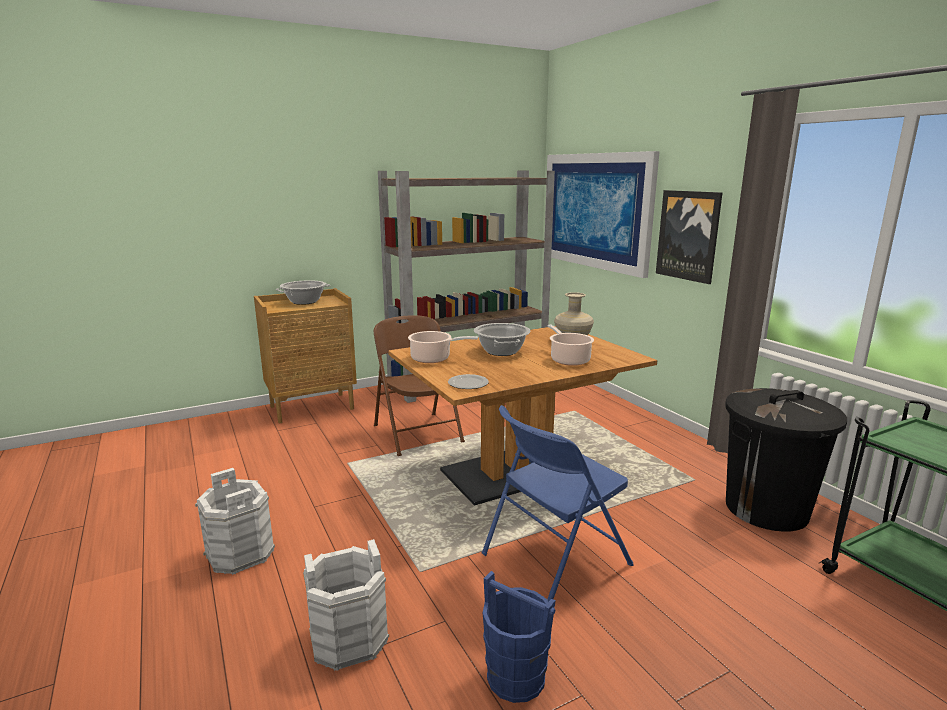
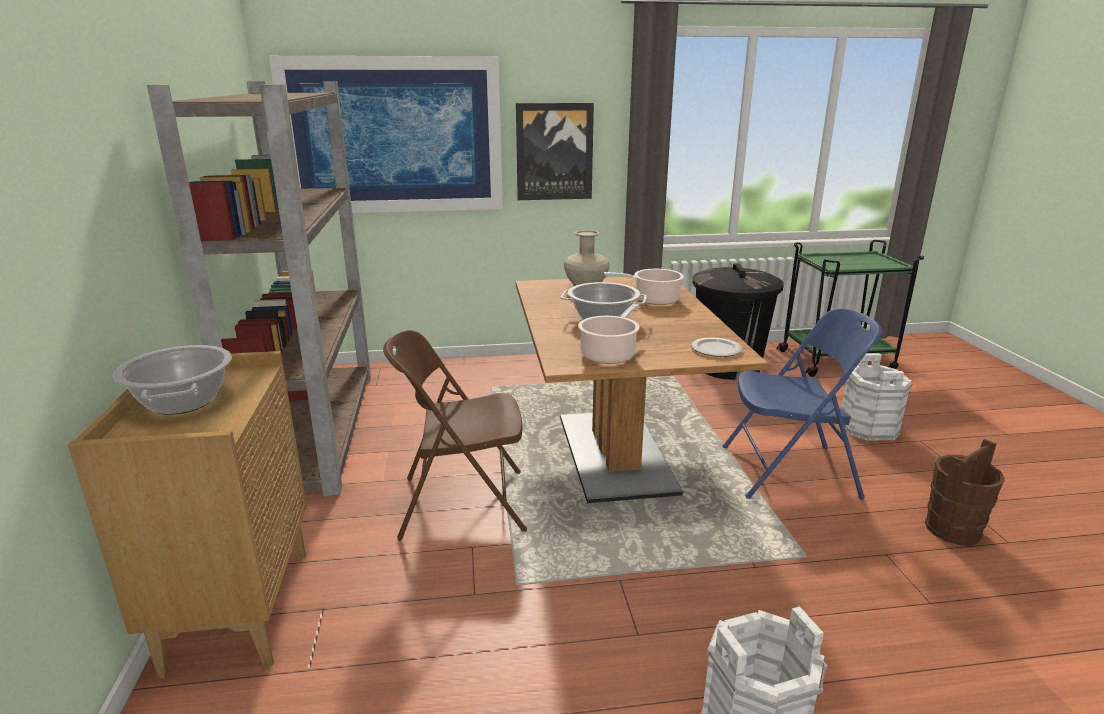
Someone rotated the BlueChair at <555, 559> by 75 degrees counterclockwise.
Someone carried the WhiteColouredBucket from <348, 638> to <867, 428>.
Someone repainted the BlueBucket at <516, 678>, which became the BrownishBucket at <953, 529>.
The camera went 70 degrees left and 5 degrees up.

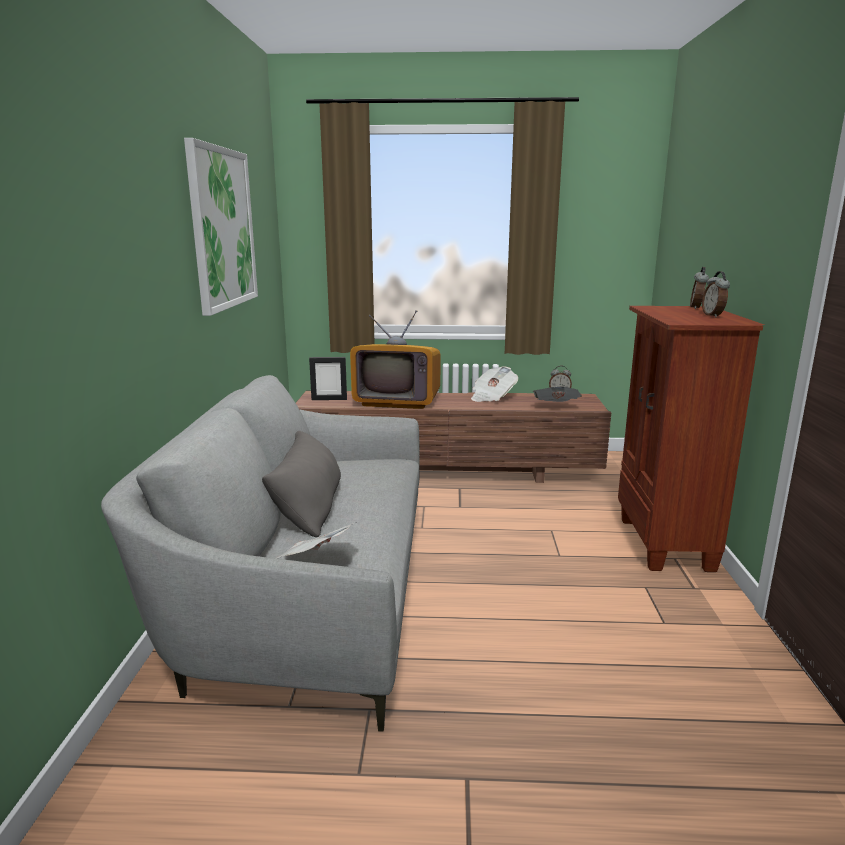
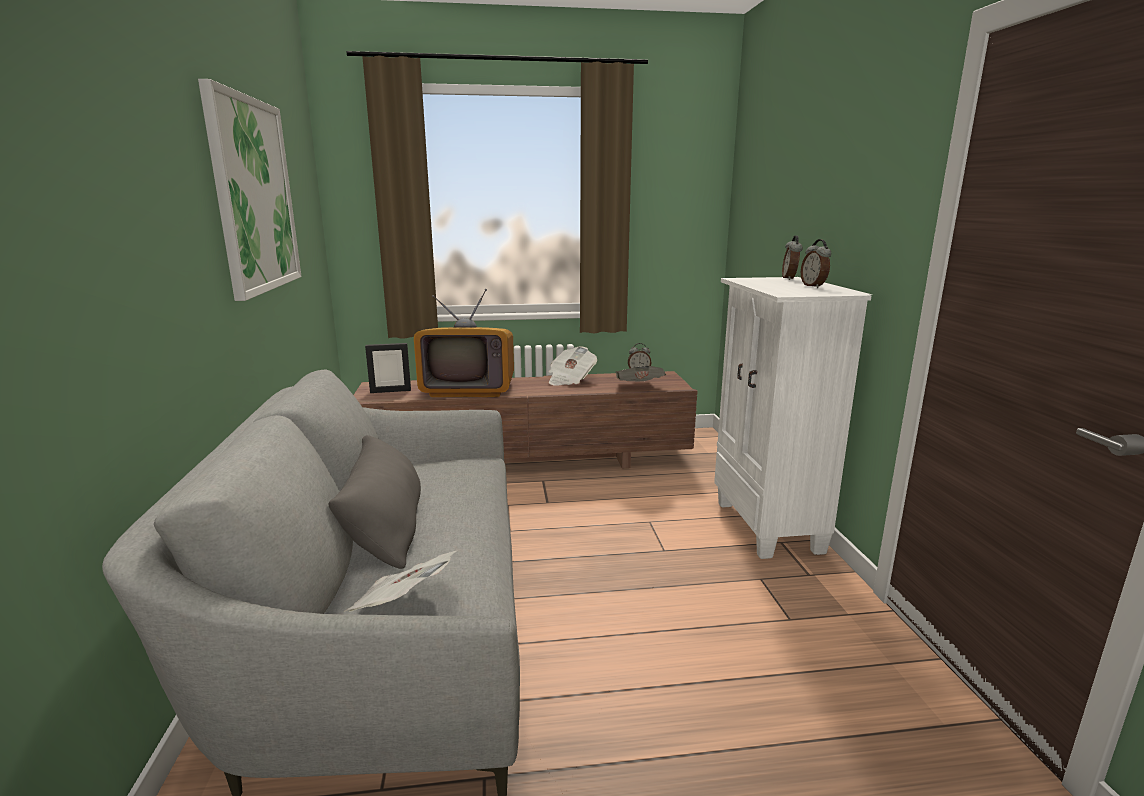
Someone repainted the BrownishCabinet at <663, 544>, which became the WhiteColouredCabinet at <765, 528>.
The camera went 10 degrees left and 0 degrees up.

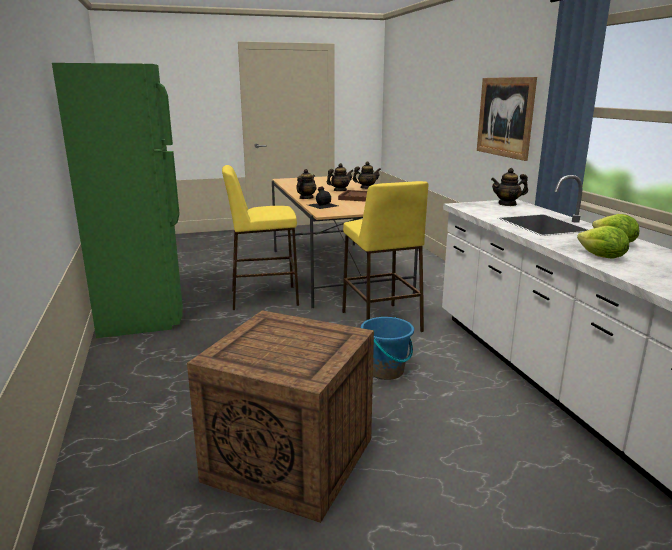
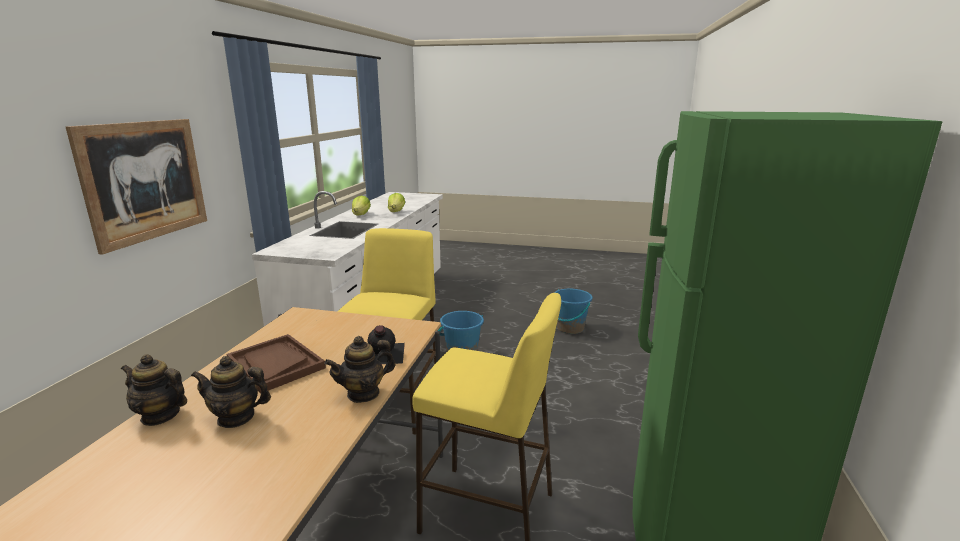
Someone took away the Teapot at <507, 204>.
Someone swapped the Crate at <287, 460> for the BlueBucket at <570, 328>.
The camera went 150 degrees left and 0 degrees up.

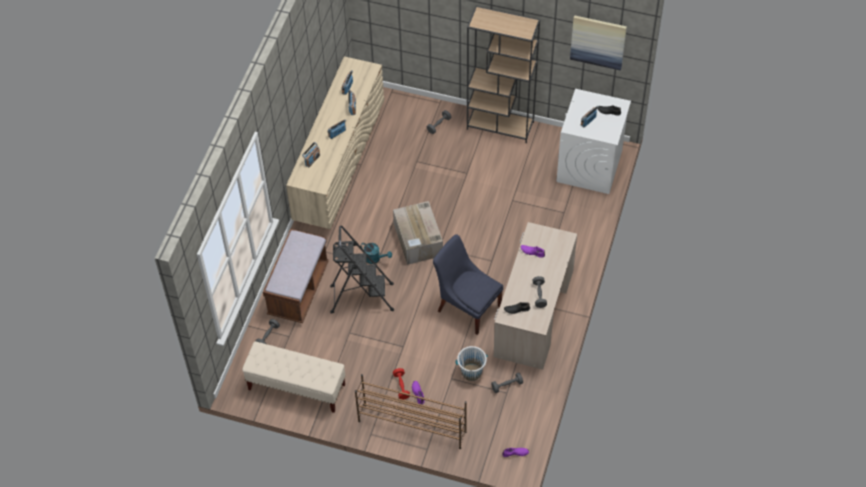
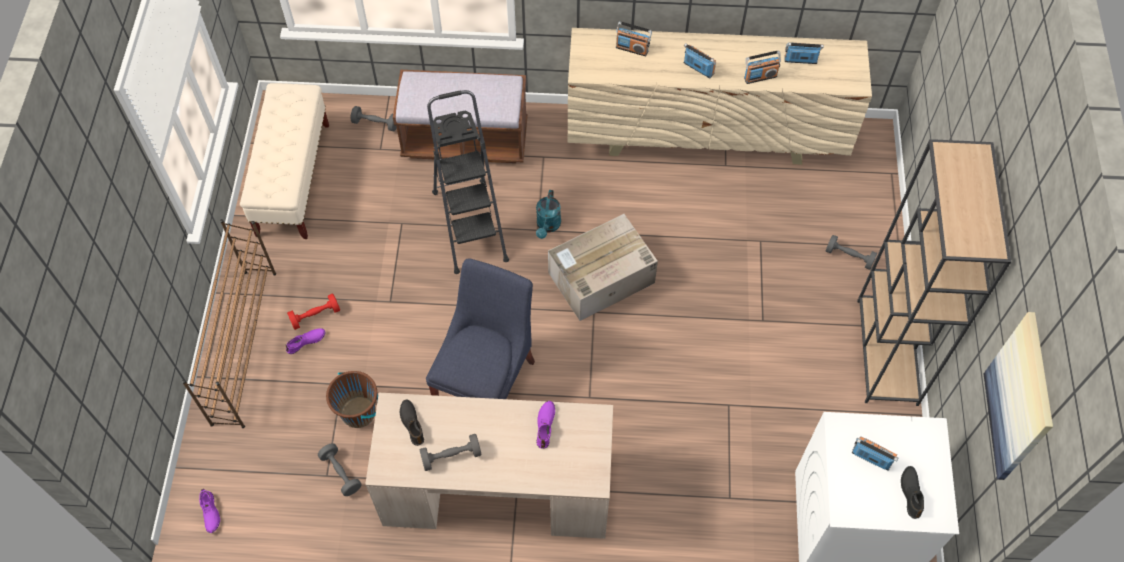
Someone repainted the WhiteColouredBucket at <471, 372>, which became the BrownishBucket at <359, 412>.
The camera went 75 degrees right and 5 degrees up.

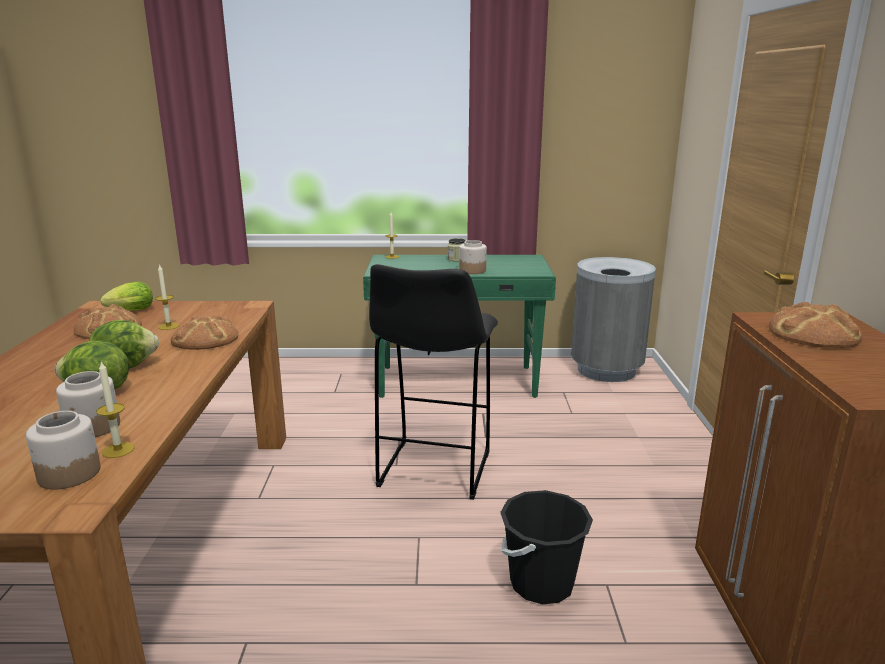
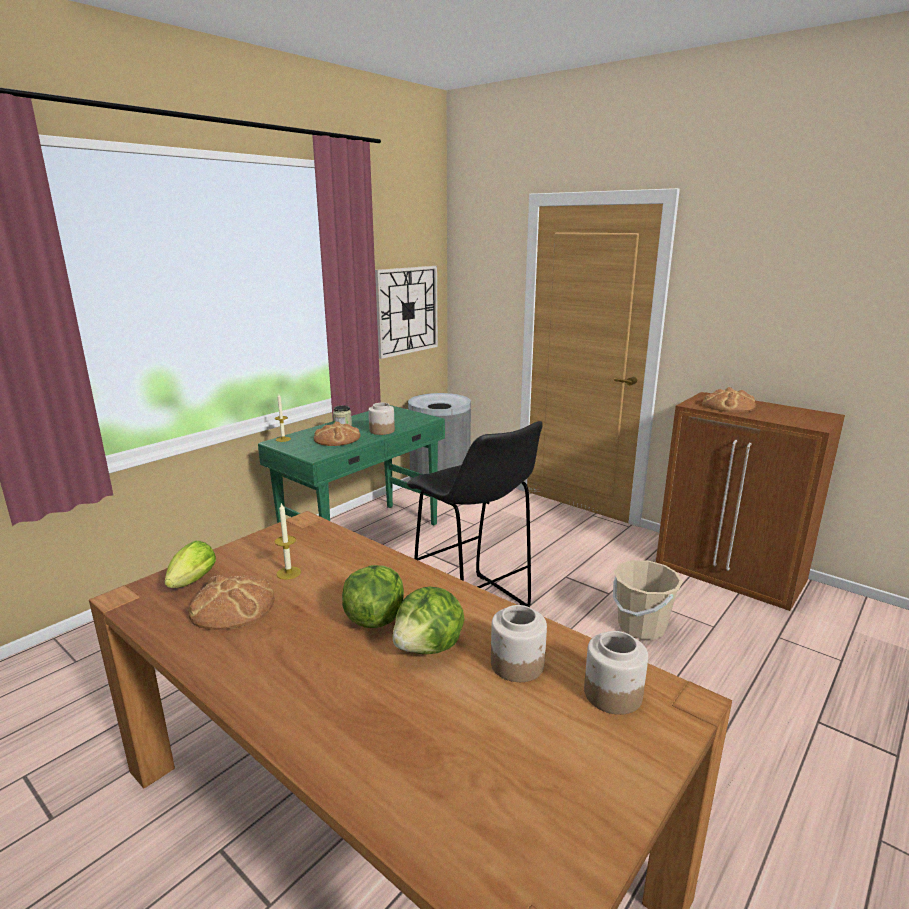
Someone carried the Bread from <205, 339> to <337, 439>.
Someone took away the Candle at <118, 450>.
Someone repainted the BlackishBucket at <541, 583>, which became the SandColouredBucket at <641, 627>.
Someone put up the HangingClock at <407, 310>.
The camera went 50 degrees left and 0 degrees up.

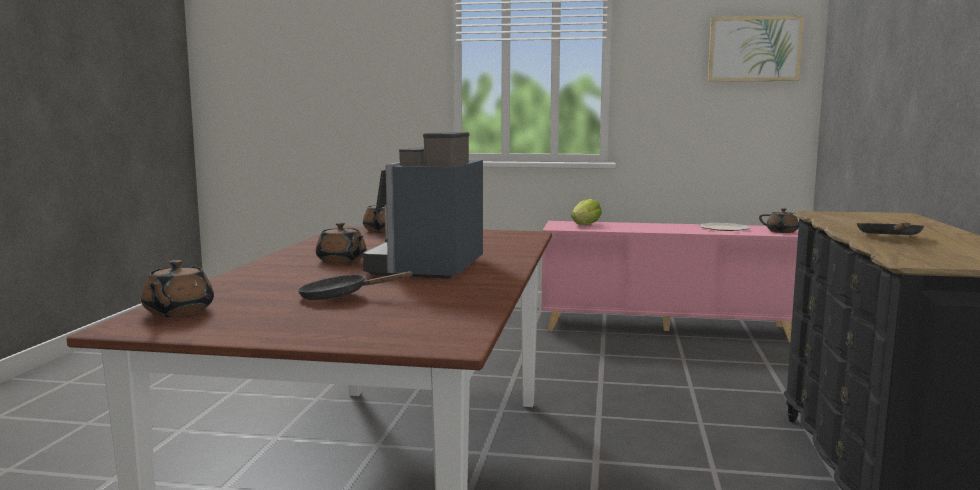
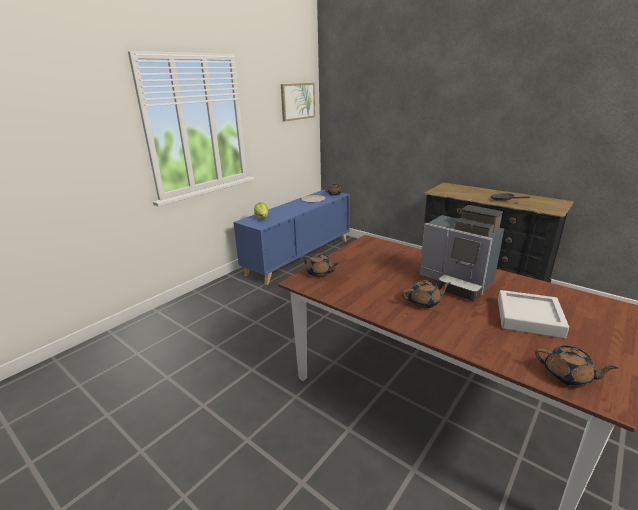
Someone repainted the PinkCabinet at <666, 328>, which became the BlueCabinet at <299, 256>.
Someone swapped the BlackishFryingPan at <340, 297> for the GreyishCarryingTray at <529, 318>.
The camera went 60 degrees left and 15 degrees up.

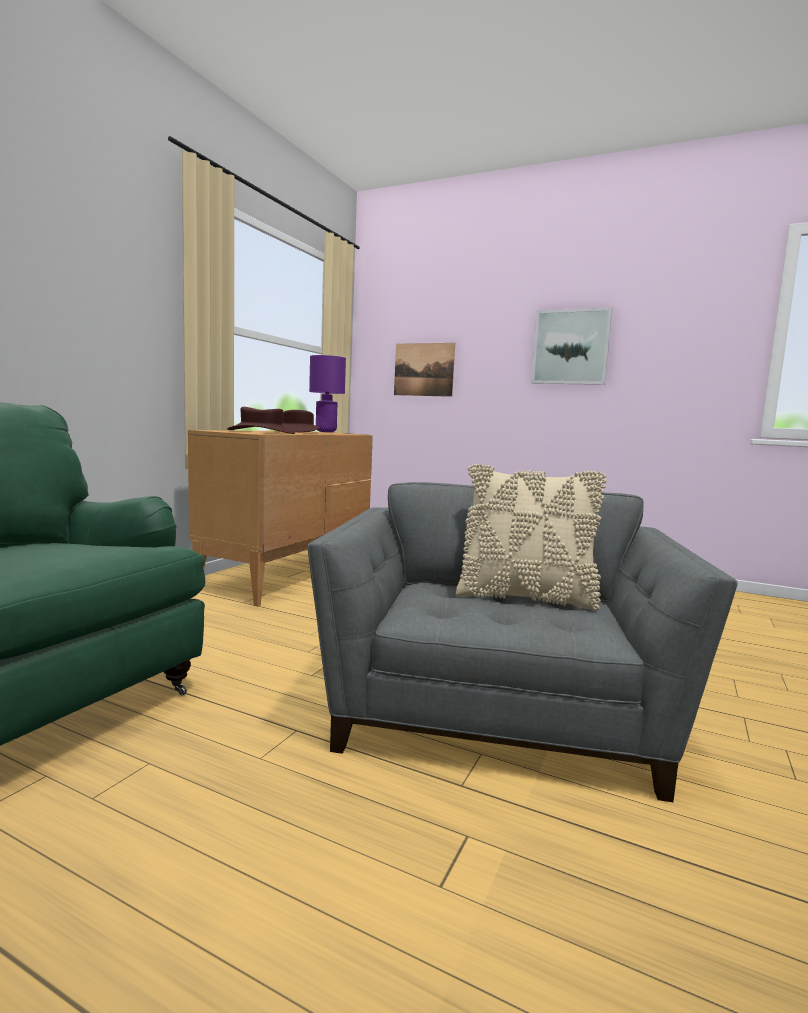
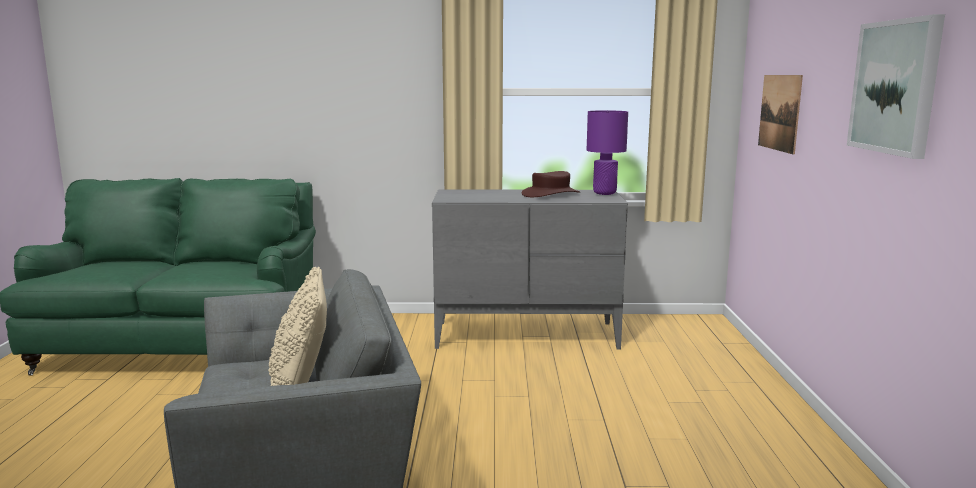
Someone took away the BrownishClothingHat at <261, 432>.
Someone repainted the BrownishCabinet at <288, 575>, which became the GreyishCabinet at <526, 335>.
The camera went 65 degrees right and 5 degrees up.

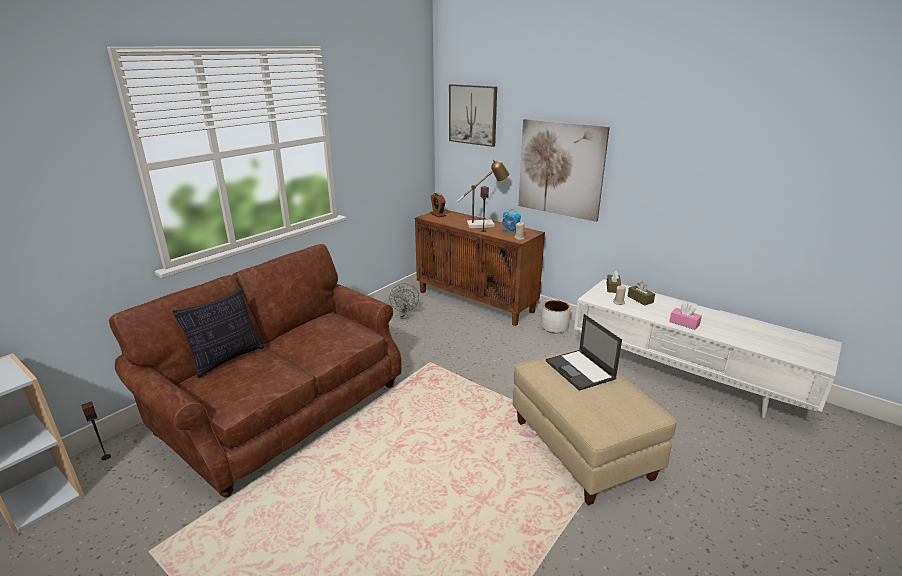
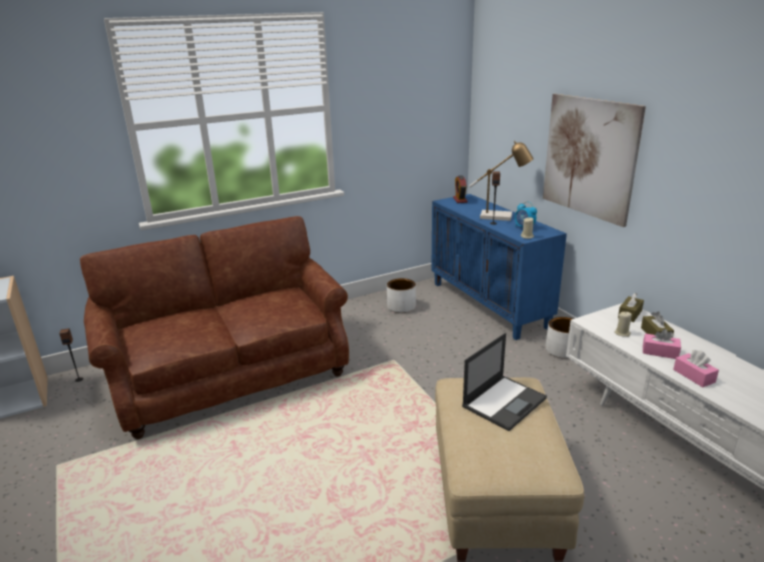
Someone took away the WallPicture at <473, 115>.
Someone repainted the BrownishCabinet at <476, 301>, which became the BlueCabinet at <489, 305>.
Someone swapped the GreyishFan at <405, 316> for the WhiteColouredPlanter at <401, 307>.
Someone took away the Pillow at <227, 359>.
Someone rotated the Laptop at <580, 370> by 135 degrees counterclockwise.
Someone put down the PinkTissueHolder at <660, 352>.
The camera went 25 degrees right and 0 degrees up.

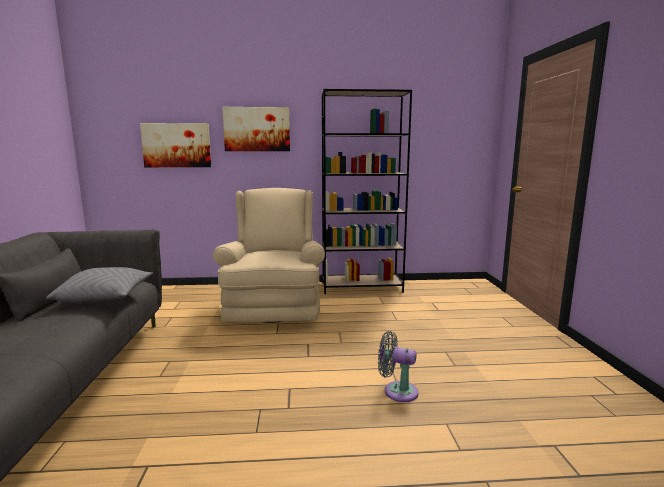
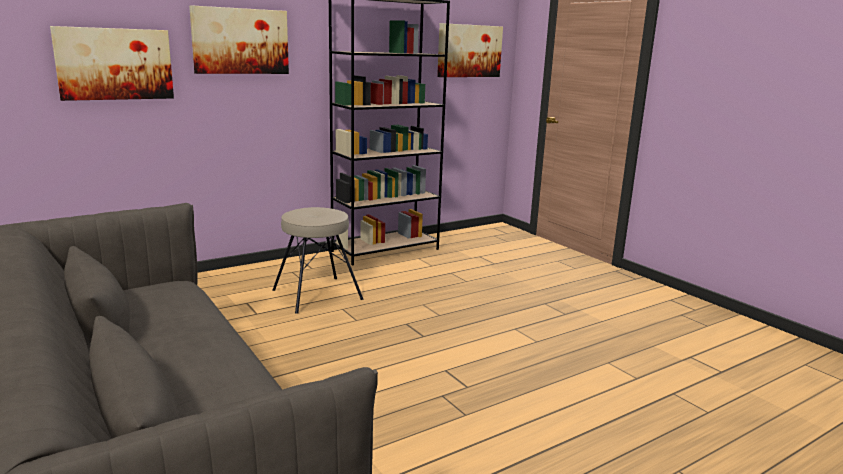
Someone swapped the SandColouredEasyChair at <275, 310> for the SandColouredSittingStool at <316, 294>.
Someone took away the GreyishPillow at <105, 298>.
Someone took away the GreyishFan at <397, 391>.
Someone put up the WallPicture at <469, 51>.
The camera went 30 degrees left and 5 degrees up.

